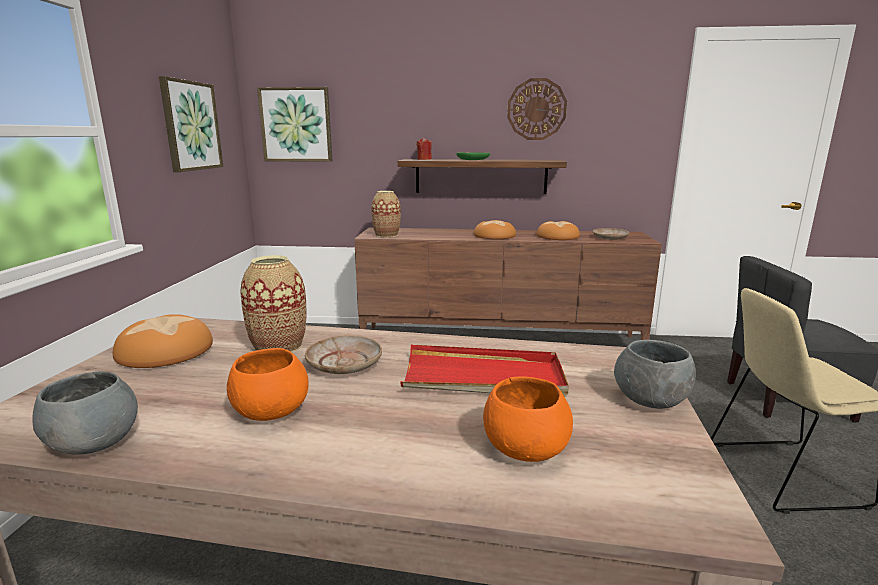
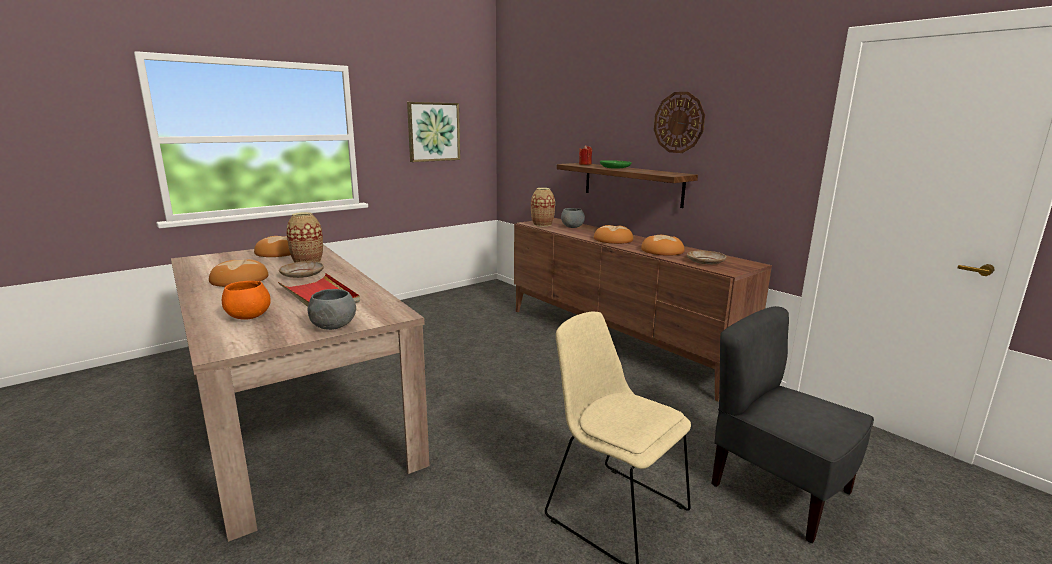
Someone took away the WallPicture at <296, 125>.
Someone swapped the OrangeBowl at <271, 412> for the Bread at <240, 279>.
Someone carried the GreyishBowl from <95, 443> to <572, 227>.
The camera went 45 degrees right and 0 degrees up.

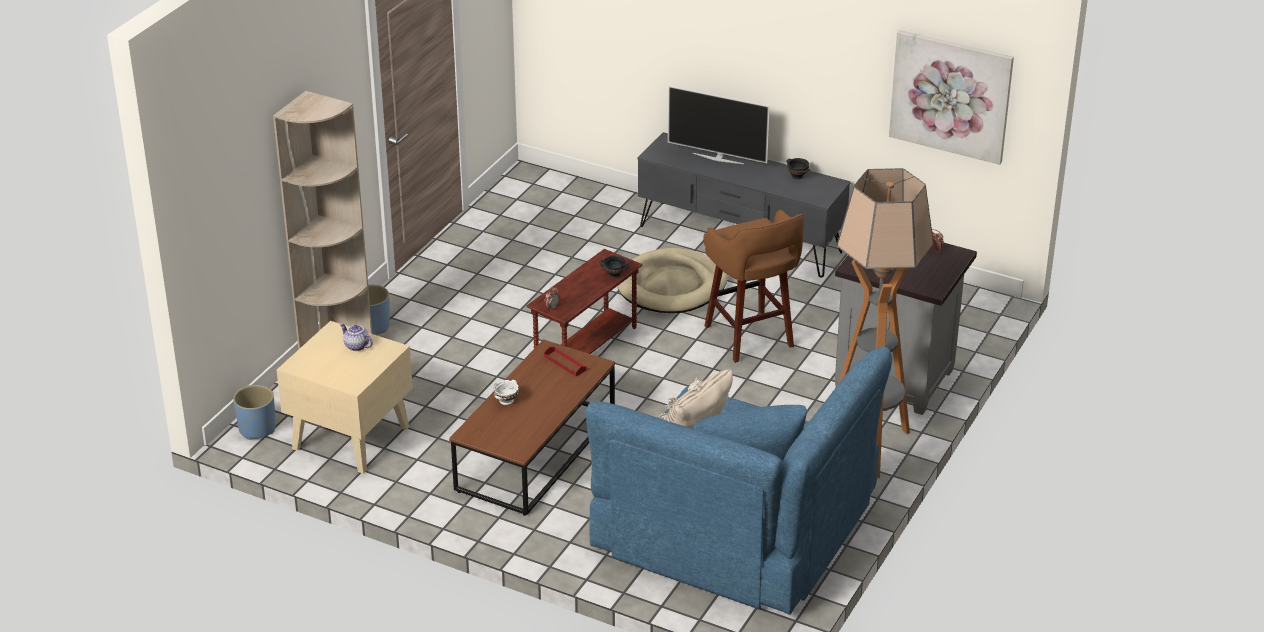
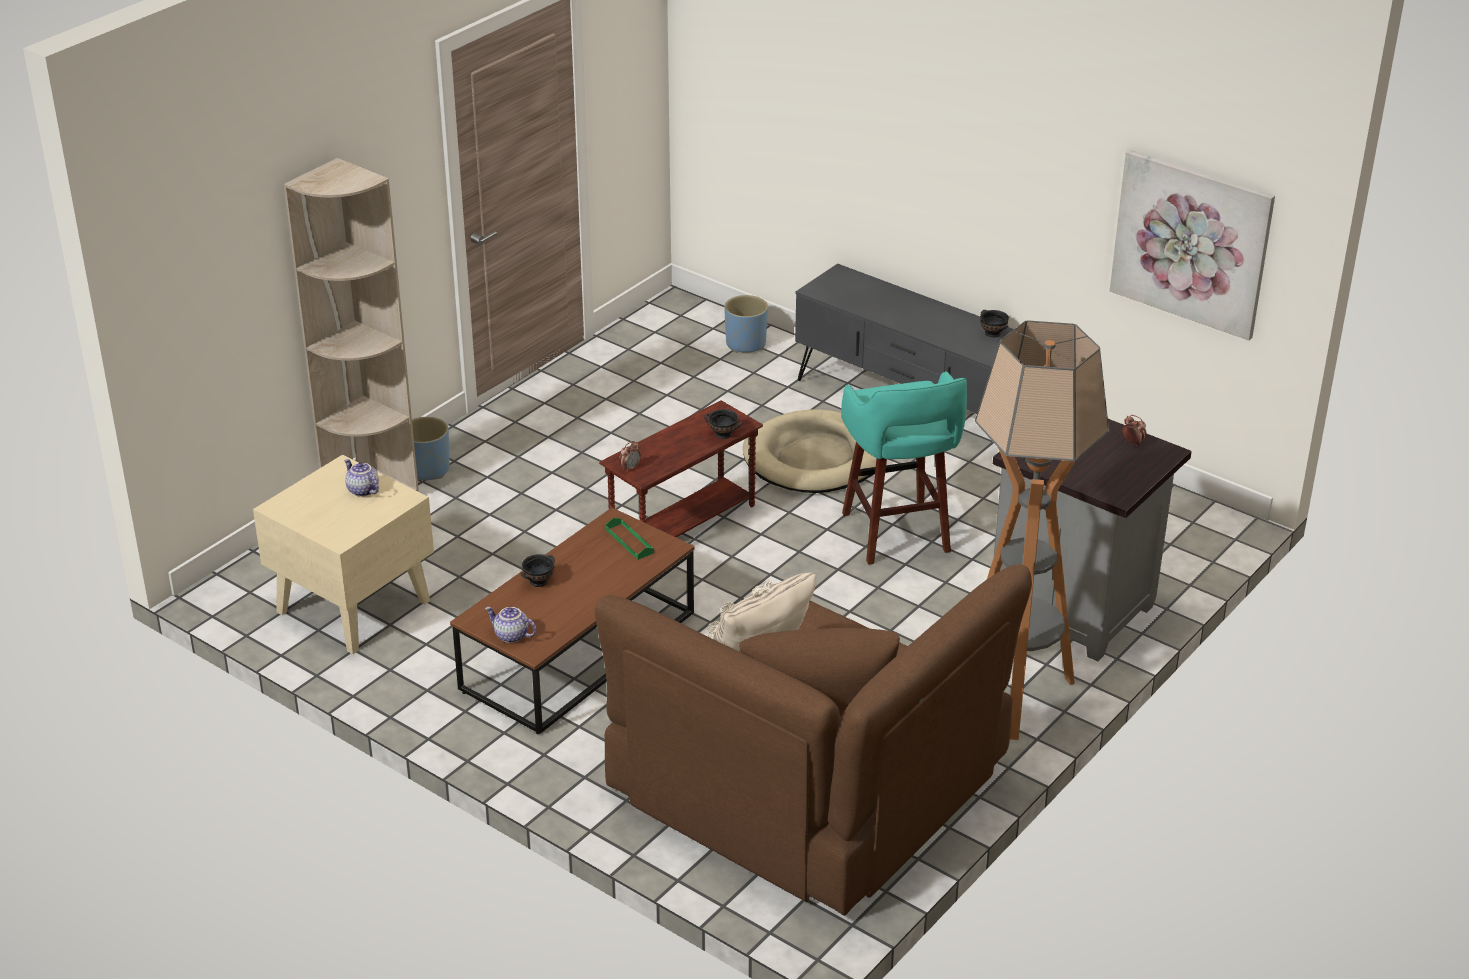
Someone took away the Television at <718, 158>.
Someone repainted the BrownishSittingStool at <750, 339>, which became the TurquoiseColouredSittingStool at <897, 536>.
Someone repainted the ReddishCarryingTray at <565, 363>, which became the GreenCarryingTray at <629, 541>.
Someone repainted the BlueSettee at <735, 523>, which became the BrownishSettee at <809, 779>.
Someone repainted the WhiteColouredBowl at <505, 401>, which became the BlackishBowl at <538, 581>.
Someone carried the BluePlanter from <257, 429> to <746, 344>.
Someone put down the Teapot at <510, 636>.
The camera went 10 degrees right and 0 degrees up.

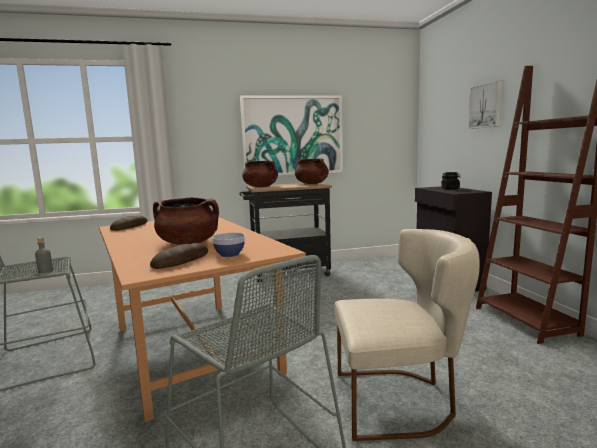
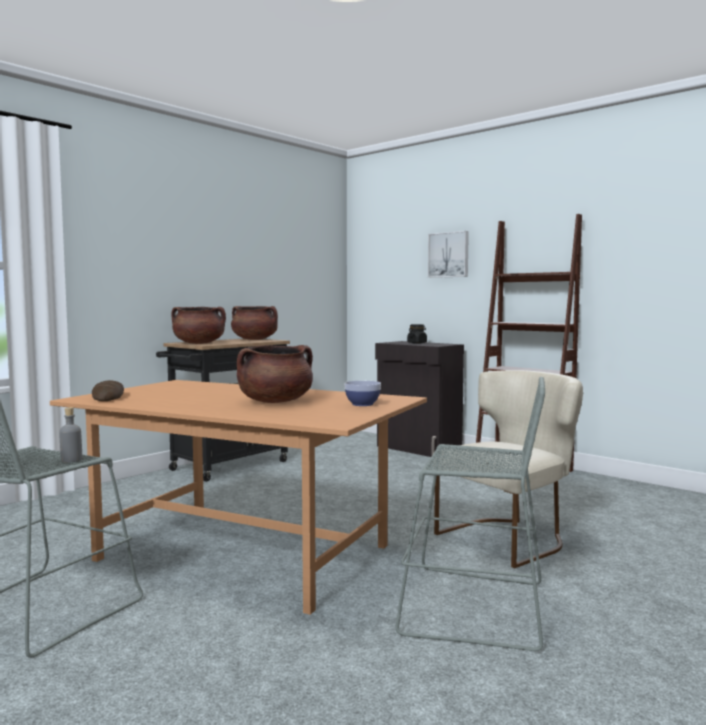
Someone took away the WallPicture at <292, 135>.
Someone took away the Bread at <181, 260>.
The camera went 35 degrees left and 5 degrees down.

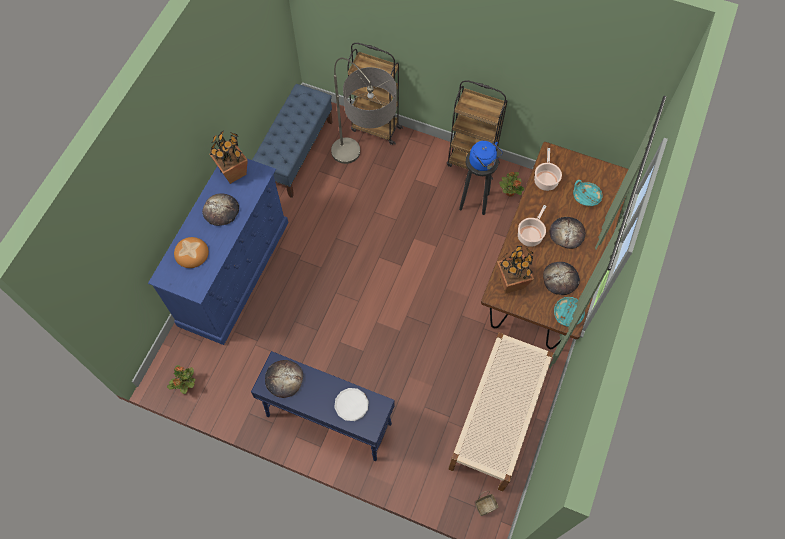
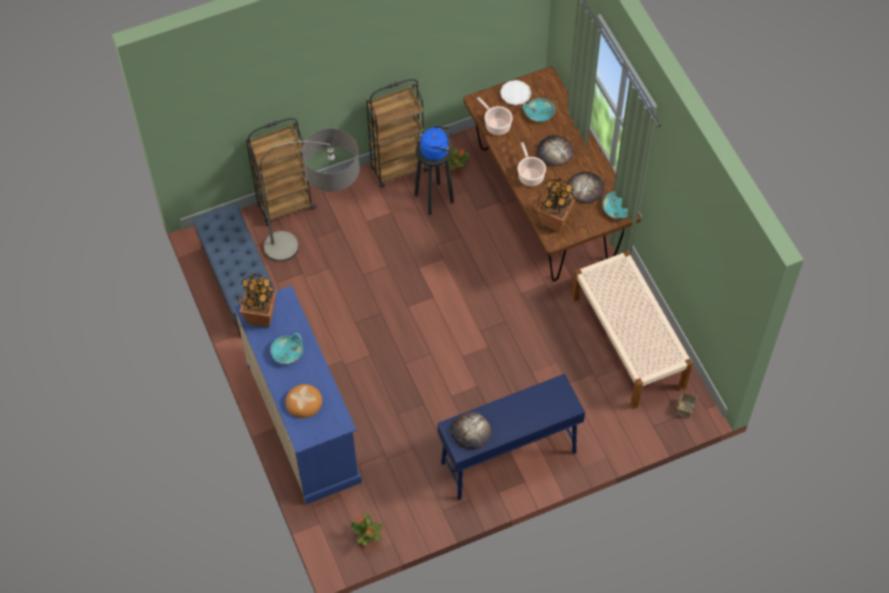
Someone swapped the Bread at <221, 211> for the TurquoiseColouredBowl at <288, 352>.
Someone carried the WhiteColouredPlate from <351, 405> to <515, 94>.
The camera went 45 degrees left and 5 degrees down.

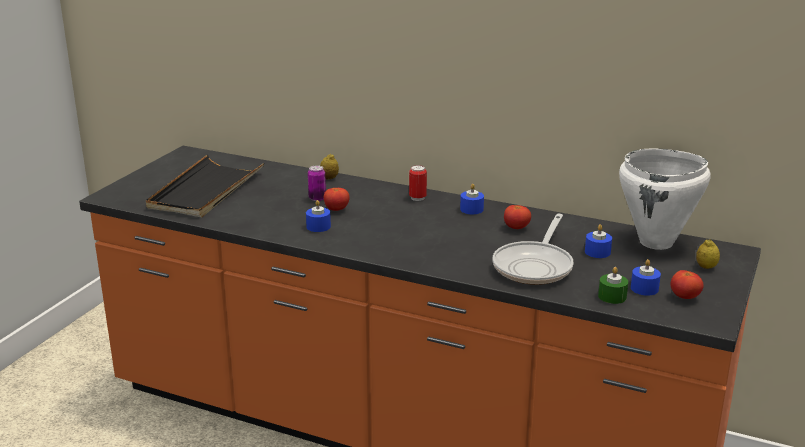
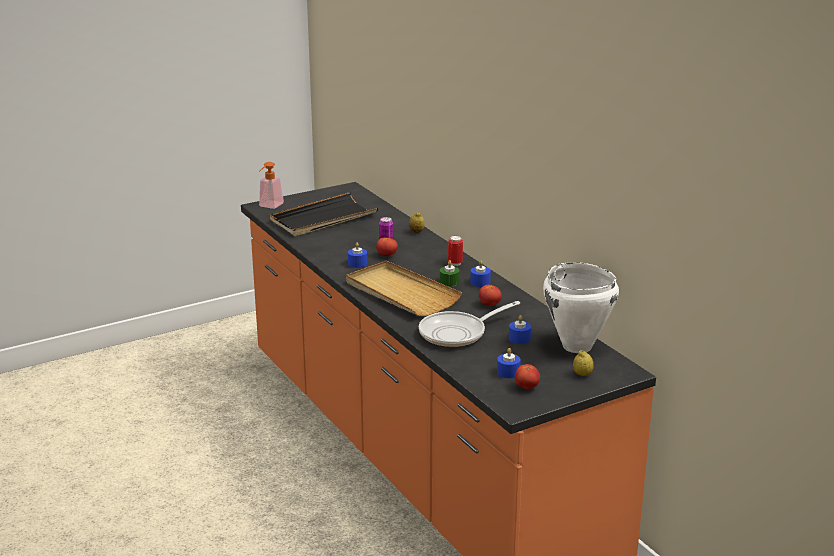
Someone carried the GreenCandle from <612, 296> to <449, 282>.
Someone put down the SoapBottle at <269, 206>.
Someone put down the SandColouredCarryingTray at <401, 293>.
The camera went 35 degrees right and 0 degrees up.

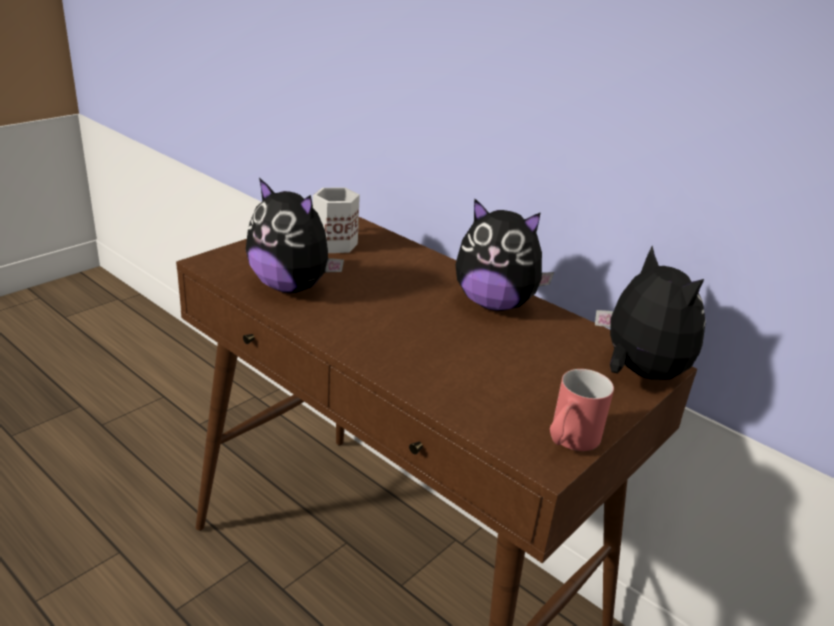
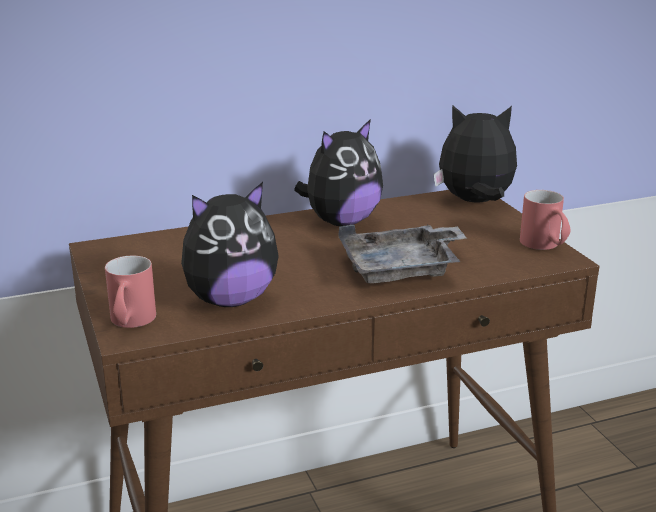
Someone took away the WhiteColouredCoffeeMug at <333, 243>.
Someone put down the GreyishCarryingTray at <402, 269>.
Someone put down the ReddishCoffeeMug at <130, 323>.
The camera went 60 degrees left and 5 degrees down.

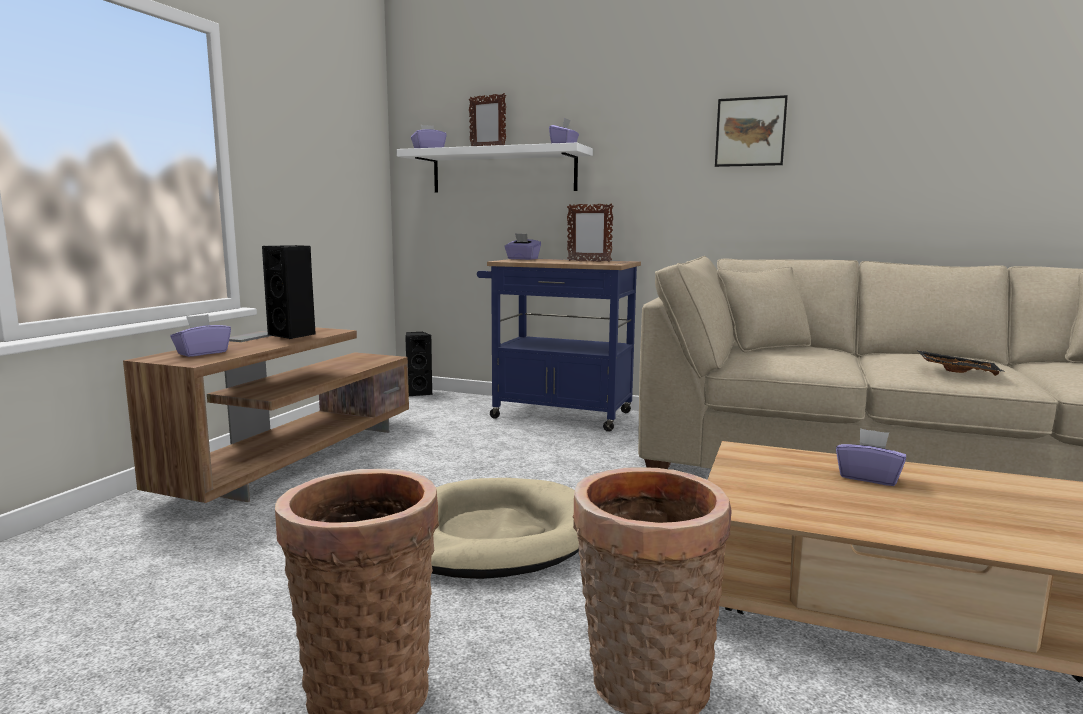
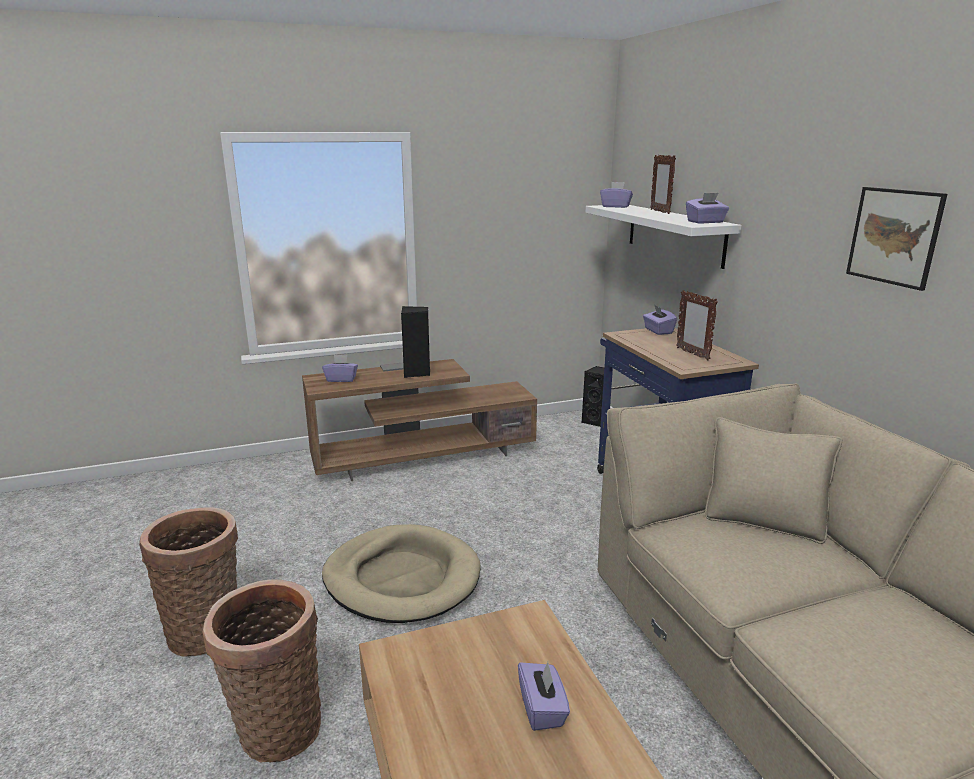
Someone took away the BlackishCarryingTray at <957, 371>.
The camera went 50 degrees right and 10 degrees up.

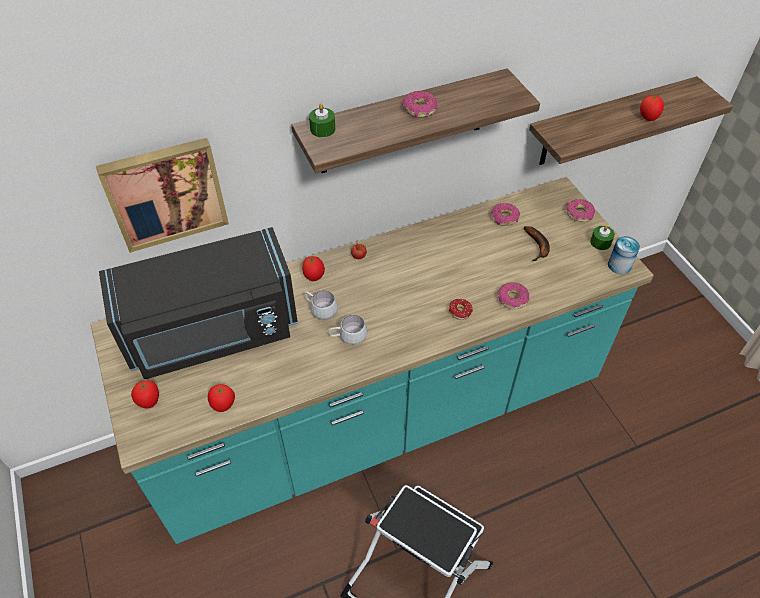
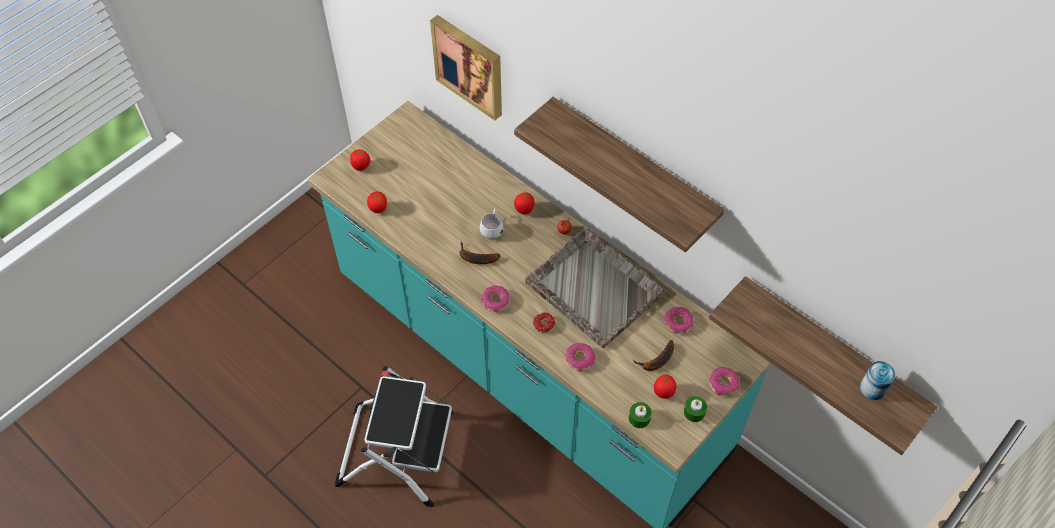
Someone carried the Doughnut from <419, 109> to <495, 301>.
Someone carried the FreshTomato from <648, 118> to <663, 393>.
Someone carried the GreenCandle from <322, 129> to <639, 418>.
Someone took away the BlackishKitchenMicrowave at <212, 332>.
Someone carried the SealedCan from <619, 265> to <872, 388>.
Someone swapped the WhiteColouredCoffeeMug at <348, 338> for the BananaFruit at <475, 258>.
Someone put down the GreyishCarryingTray at <593, 287>.
The camera went 65 degrees right and 5 degrees up.

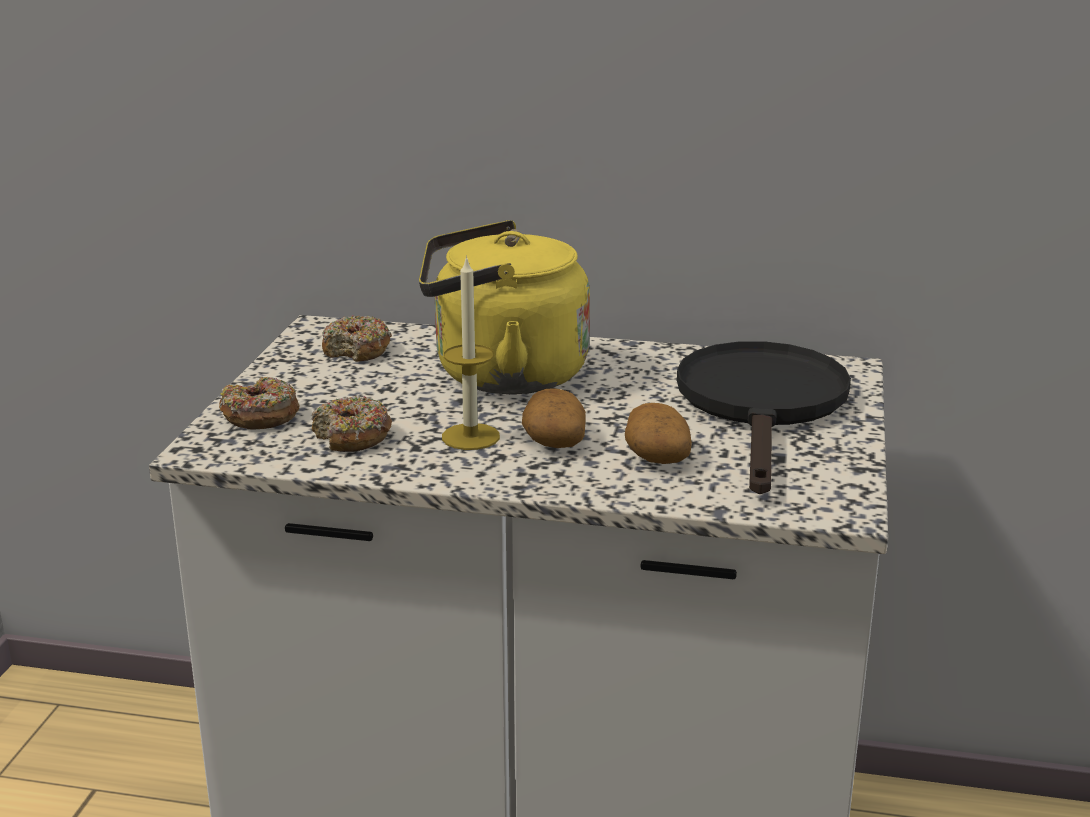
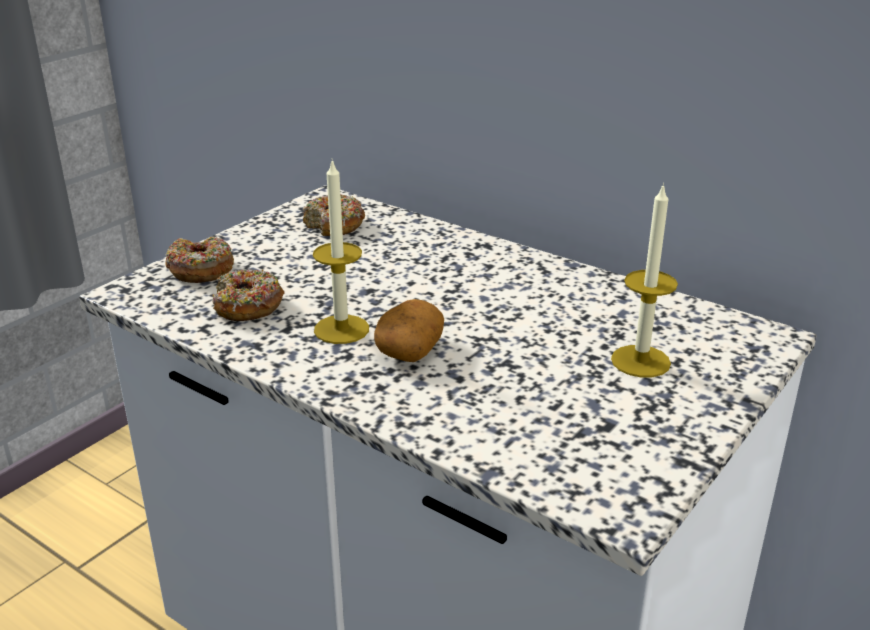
Someone took away the YellowColouredWaterKettle at <501, 375>.
Someone swapped the BlackishFryingPan at <763, 406> for the Candle at <640, 361>.
Someone took away the Spud at <656, 455>.
The camera went 25 degrees right and 5 degrees up.

